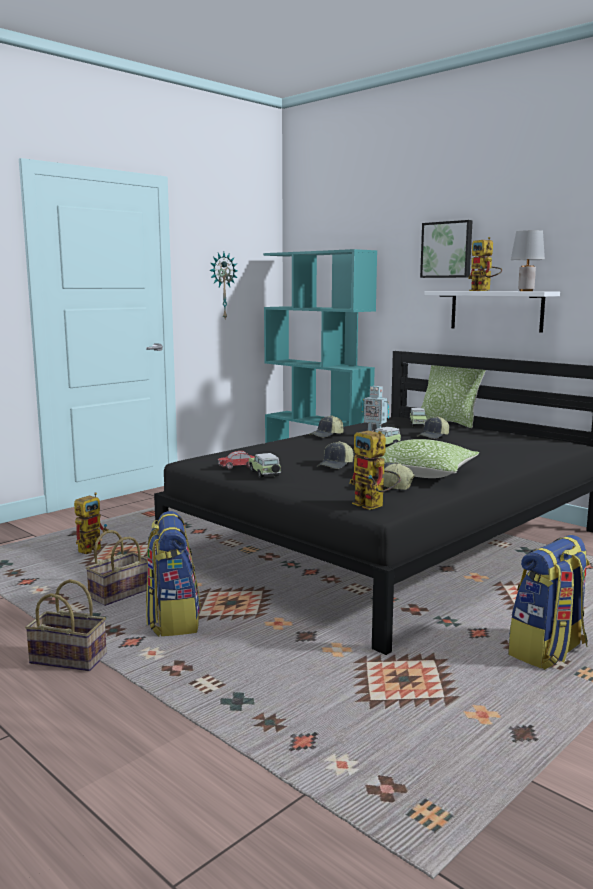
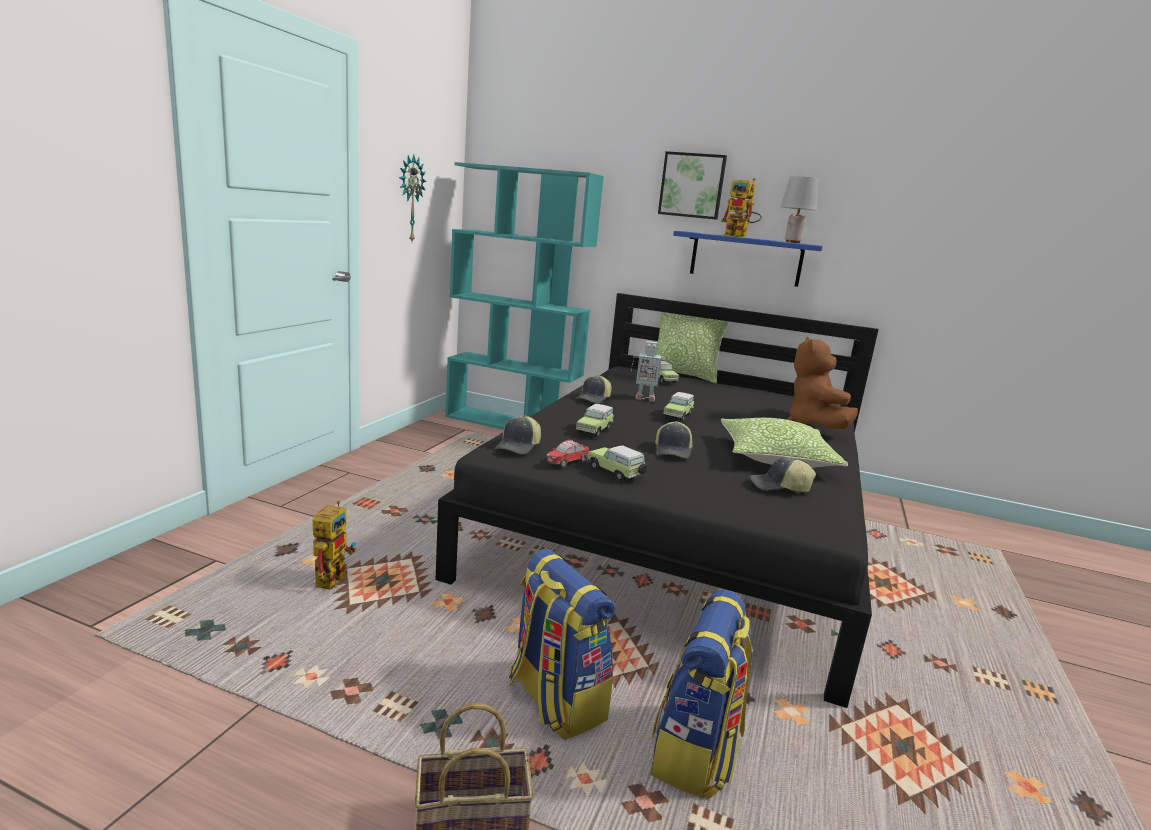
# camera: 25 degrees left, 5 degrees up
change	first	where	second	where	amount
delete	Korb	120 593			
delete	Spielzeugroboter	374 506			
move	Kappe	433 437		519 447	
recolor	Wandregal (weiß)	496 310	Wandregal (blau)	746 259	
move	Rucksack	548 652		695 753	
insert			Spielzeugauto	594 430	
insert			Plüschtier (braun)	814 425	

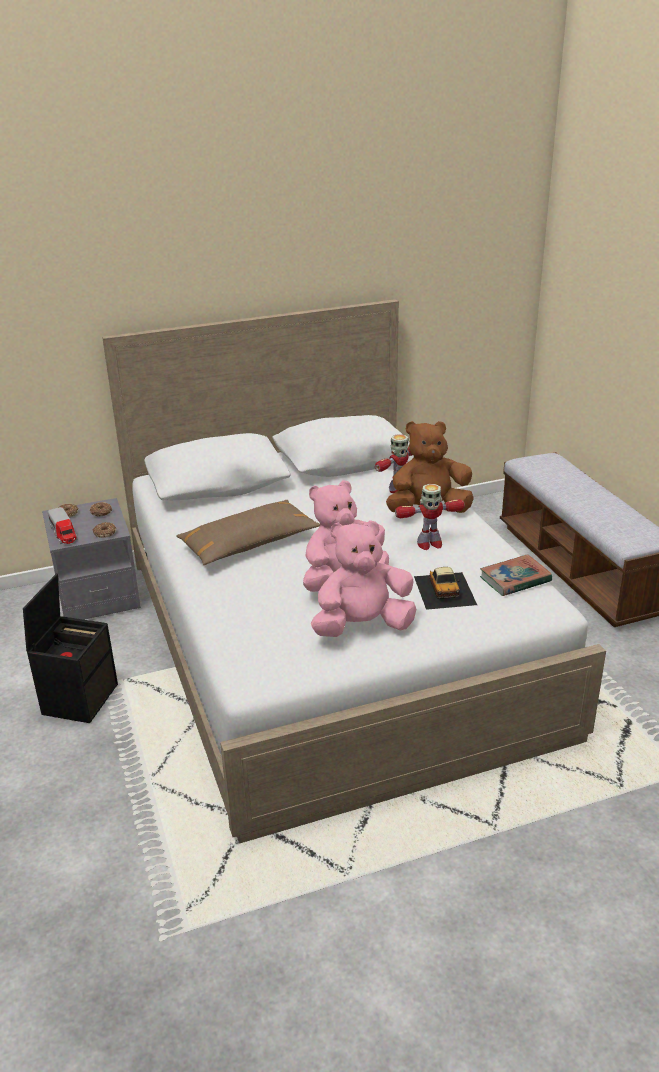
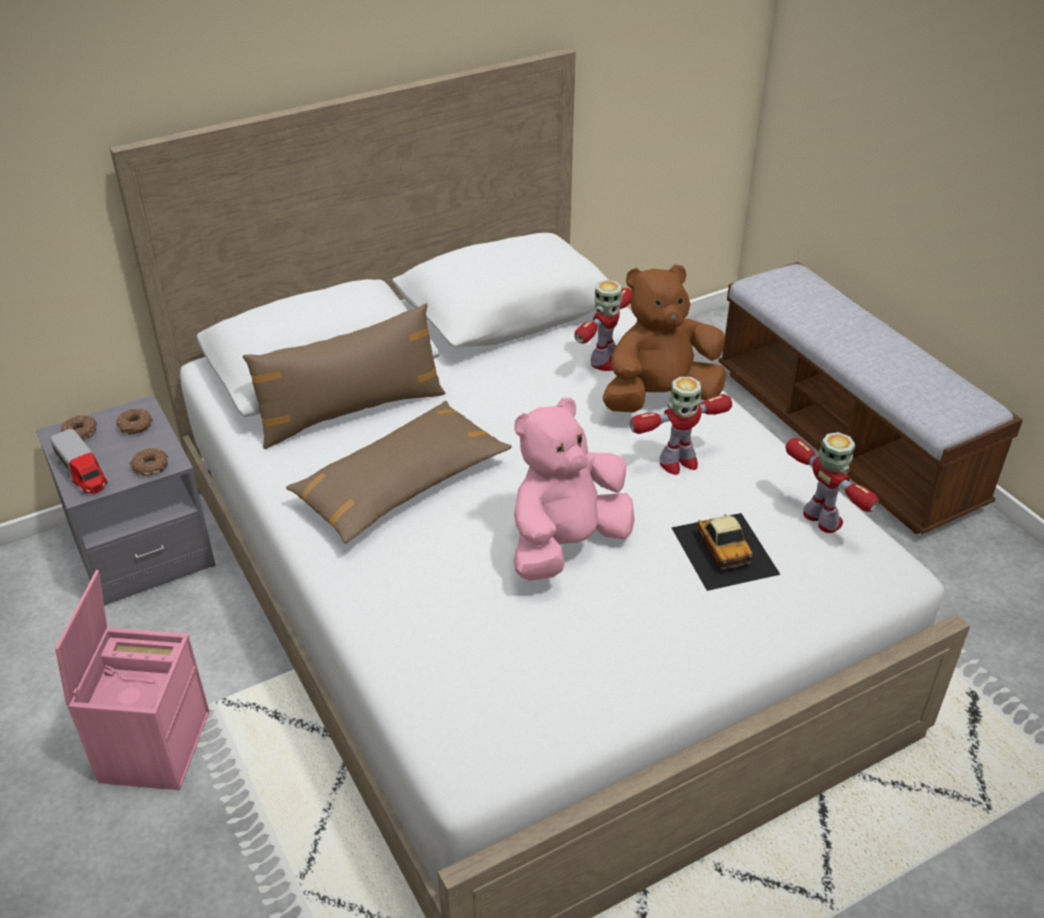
# camera: 10 degrees left, 10 degrees up
change	first	where	second	where	amount
recolor	Aufbewahrungsbox (schwarz)	80 698	Aufbewahrungsbox (rosa)	154 744	
delete	Plüschtier (rosa)	362 626			
replace	Buch	515 579	Spielzeugroboter	822 520	
insert			Kissen (braun)	351 411	

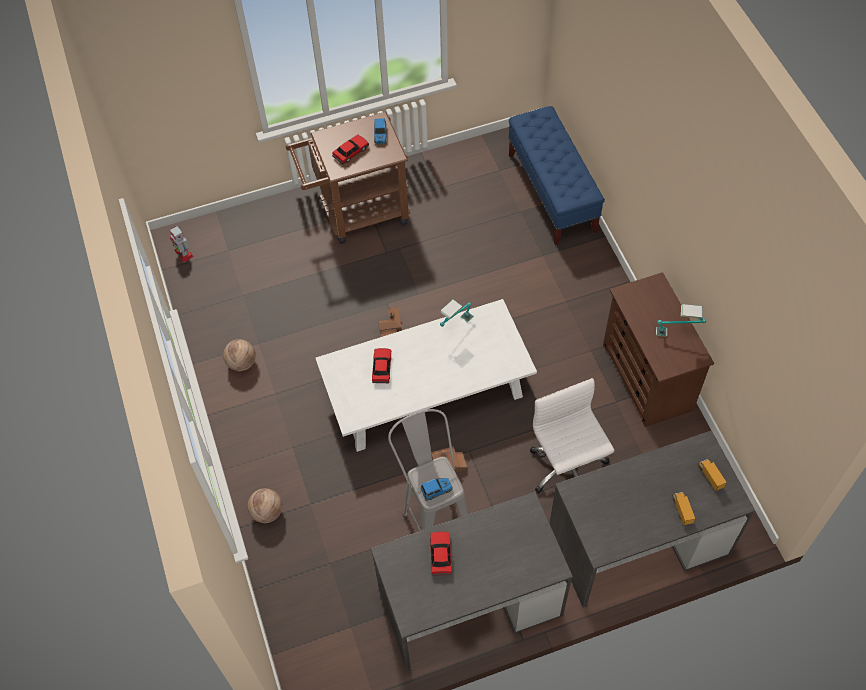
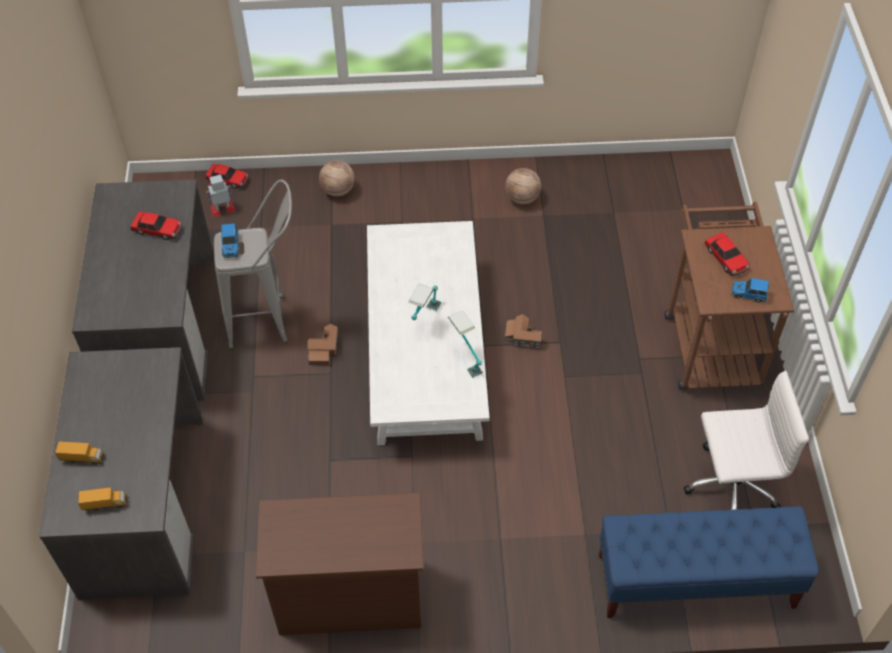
# camera: 105 degrees right, 5 degrees down
change	first	where	second	where	amount
move	Spielzeugroboter	183 253		222 209	
move	Spielzeugauto	382 367		228 179	
move	Bürostuhl (weiß)	567 468		729 487	
move	Tischlampe	677 333		425 319	

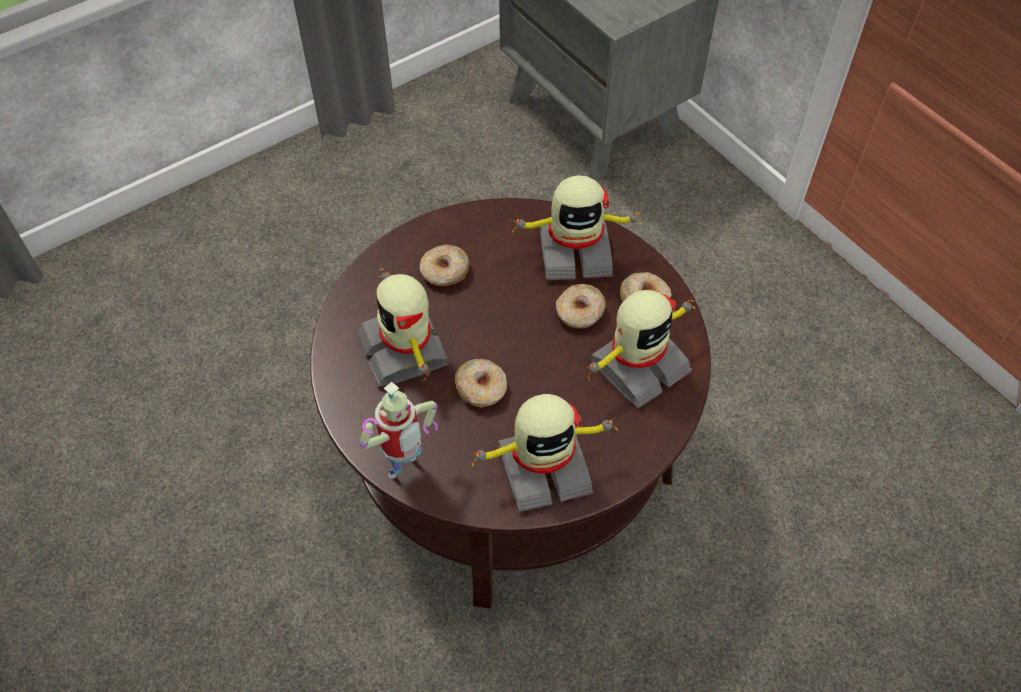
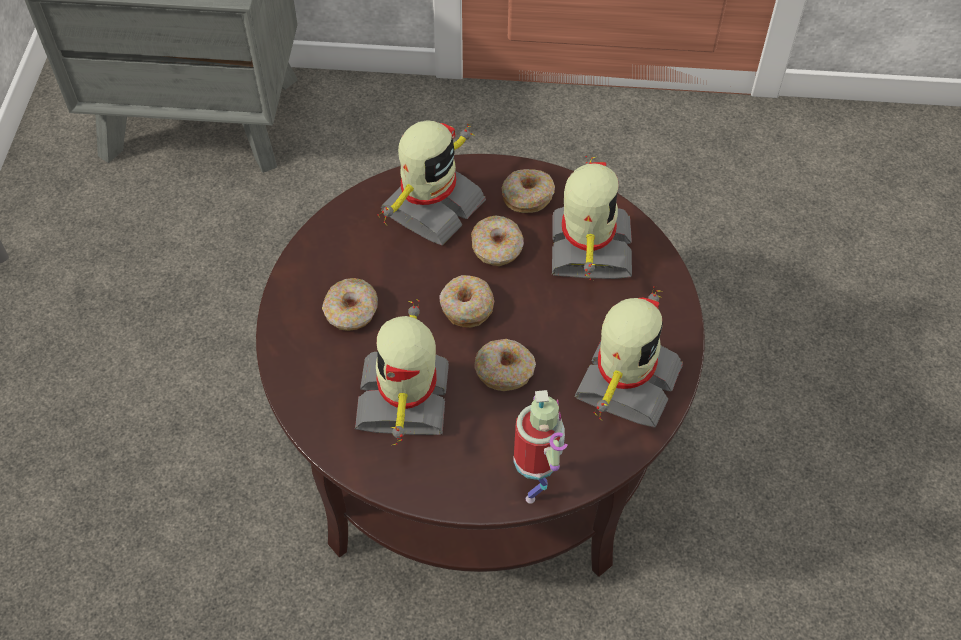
# camera: 50 degrees left, 0 degrees up
change	first	where	second	where	amount
rotate	Spielzeugroboter	405 349		406 399	75 degrees clockwise
insert			Donut	466 307	

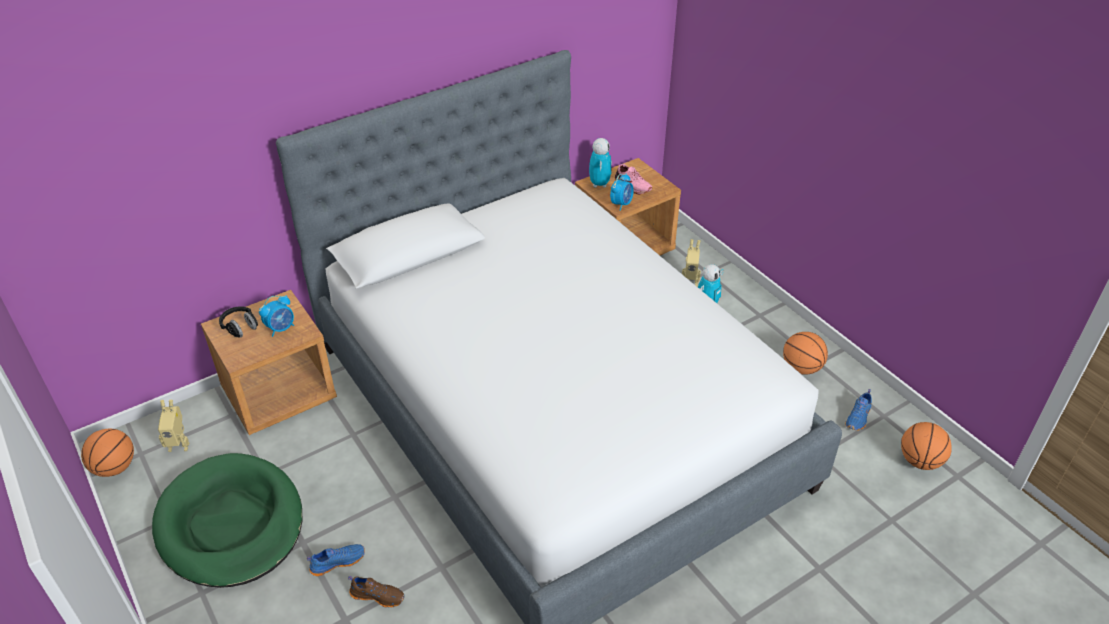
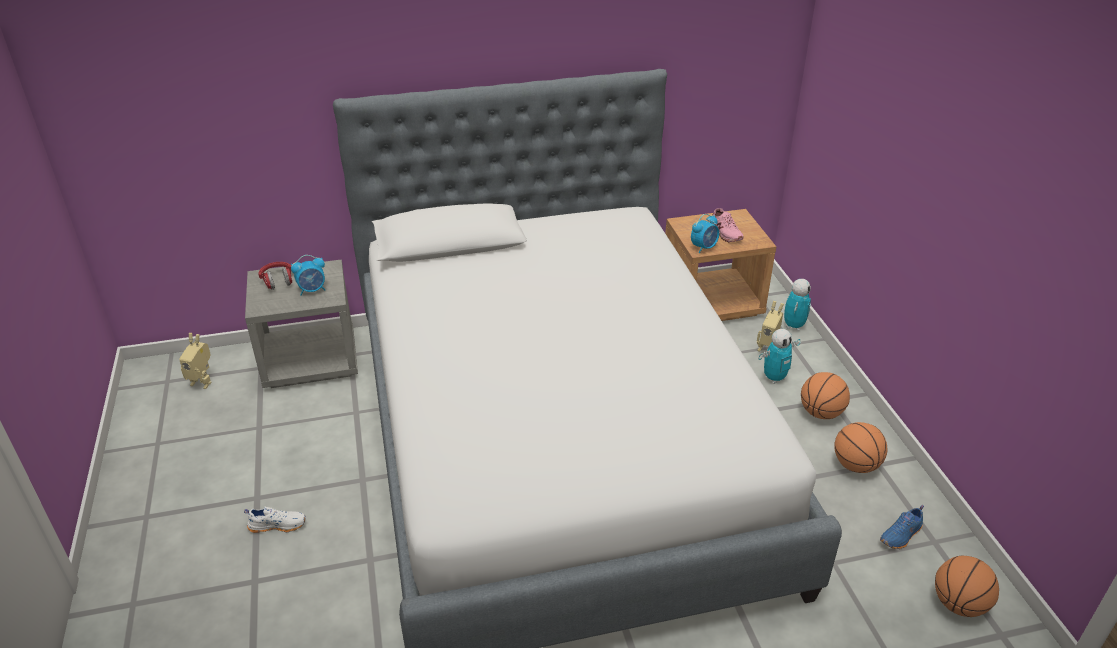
# camera: 20 degrees right, 5 degrees down
change	first	where	second	where	amount
move	Basketball	115 467		821 413	
delete	Hundebett (grün)	231 524			
recolor	Nachttisch (braun)	280 394	Nachttisch (grau)	311 360	
recolor	Kopfhörer (schwarz)	240 327	Kopfhörer (rot)	278 282	
recolor	Schuh (blau)	337 561	Schuh (weiß)	278 524	
delete	Schuh (braun)	378 595			
move	Spielzeugroboter	599 184		793 326	

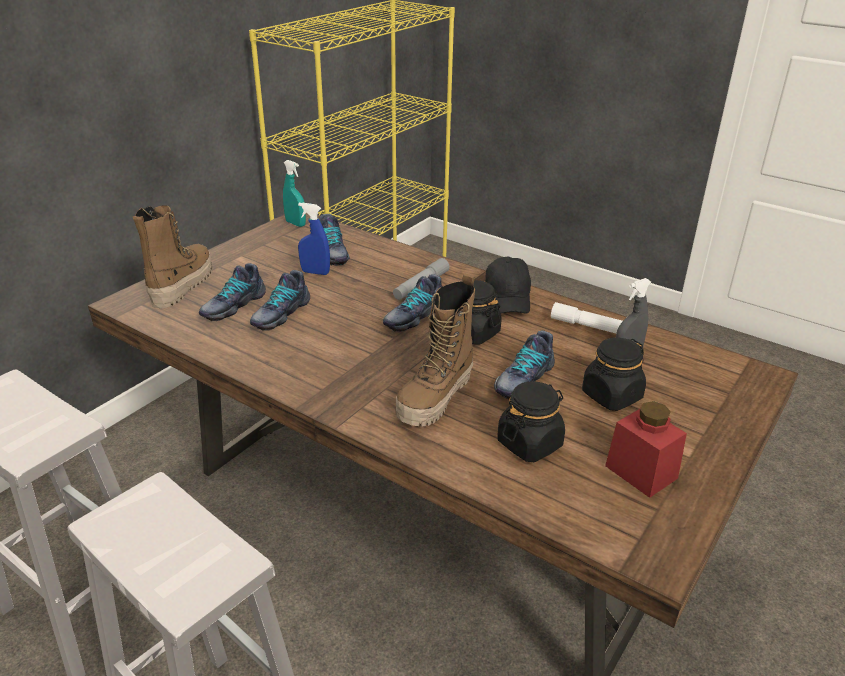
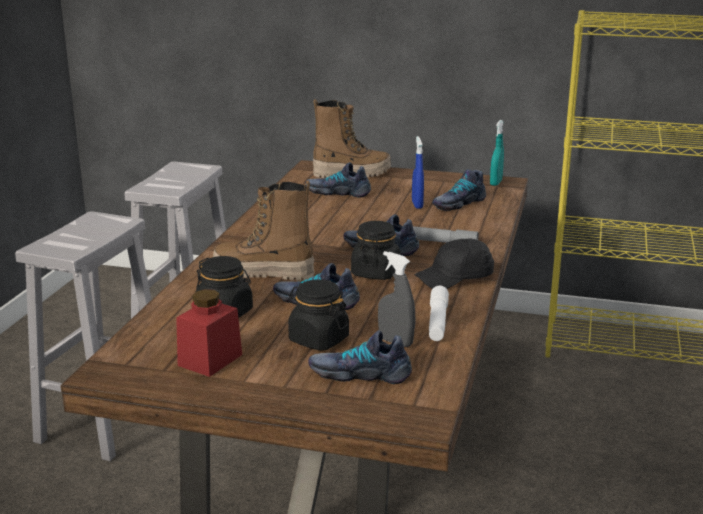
# camera: 70 degrees right, 10 degrees down
change	first	where	second	where	amount
move	Schuh	280 314		360 373	

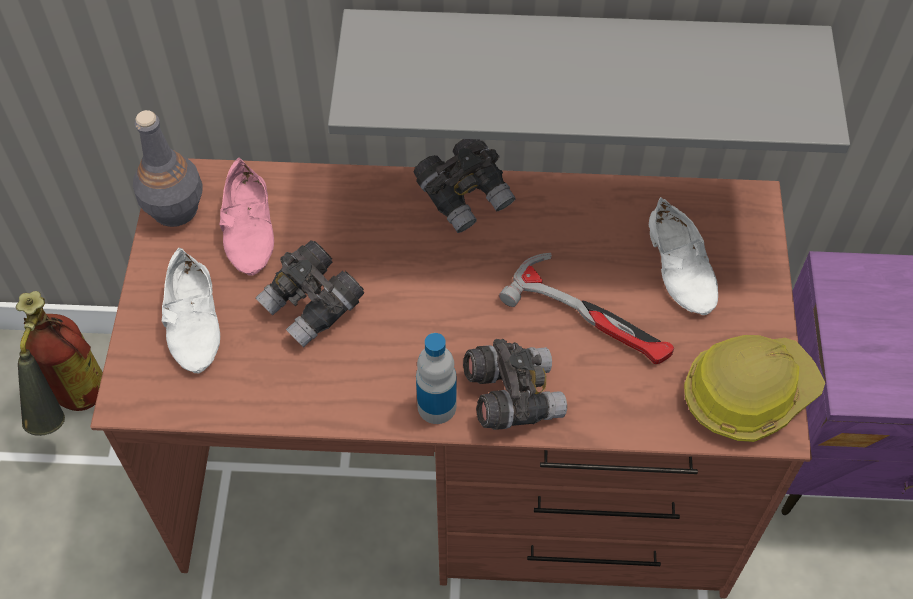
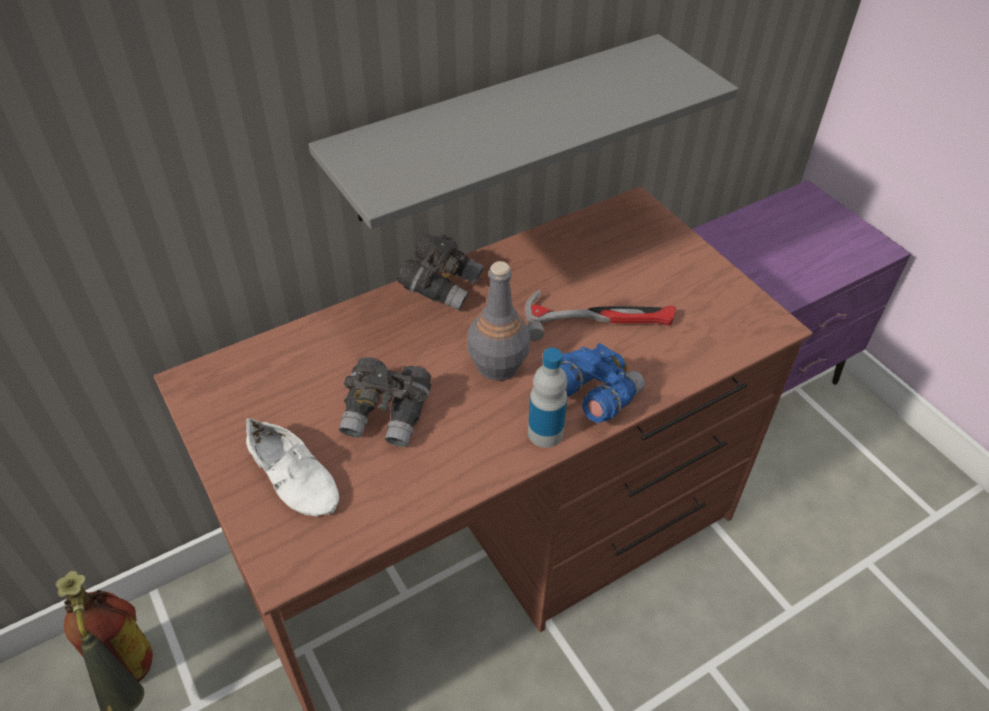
# camera: 35 degrees left, 10 degrees down
change	first	where	second	where	amount
move	Flasche (grau)	174 209		498 365	
delete	Schuh (rosa)	252 227			
recolor	Fernglas (grau)	512 396	Fernglas (blau)	592 396	
delete	Schuh (weiß)	682 266			
delete	Schutzhelm	747 393			

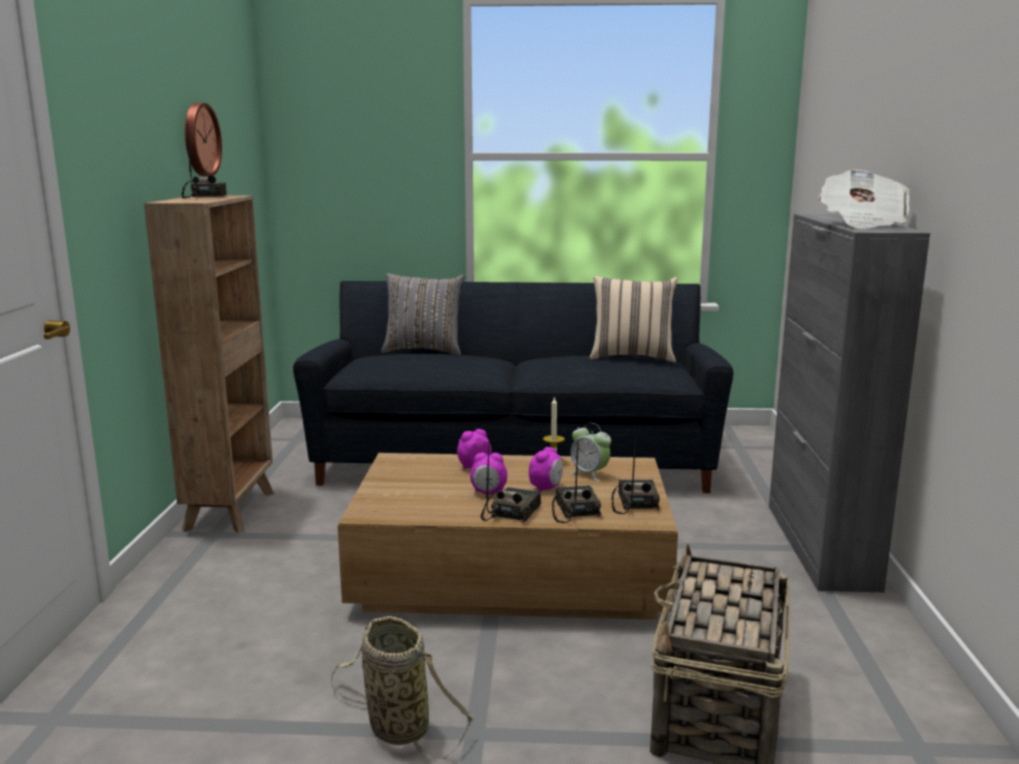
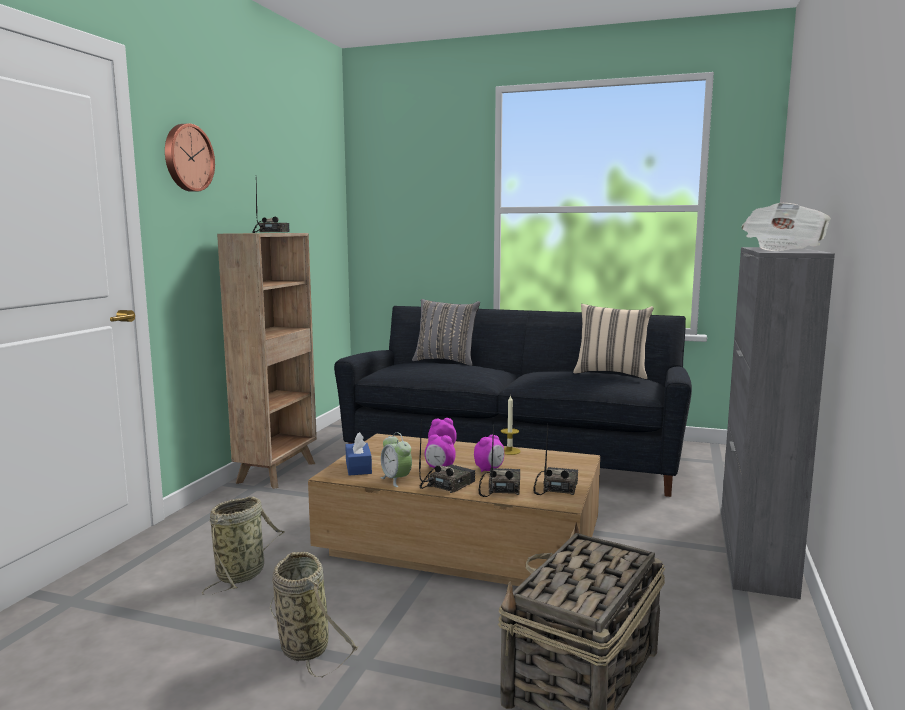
# camera: 15 degrees right, 5 degrees down
change	first	where	second	where	amount
move	Wanduhr	199 139		187 158	
move	Wecker	589 474		396 480	
insert			Korb	243 573	
insert			Taschentuchbox (blau)	358 467	

